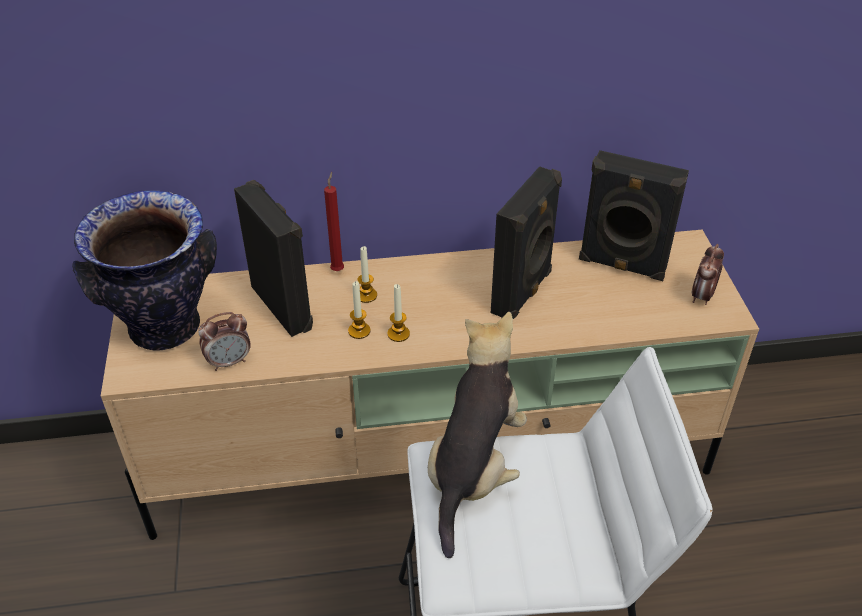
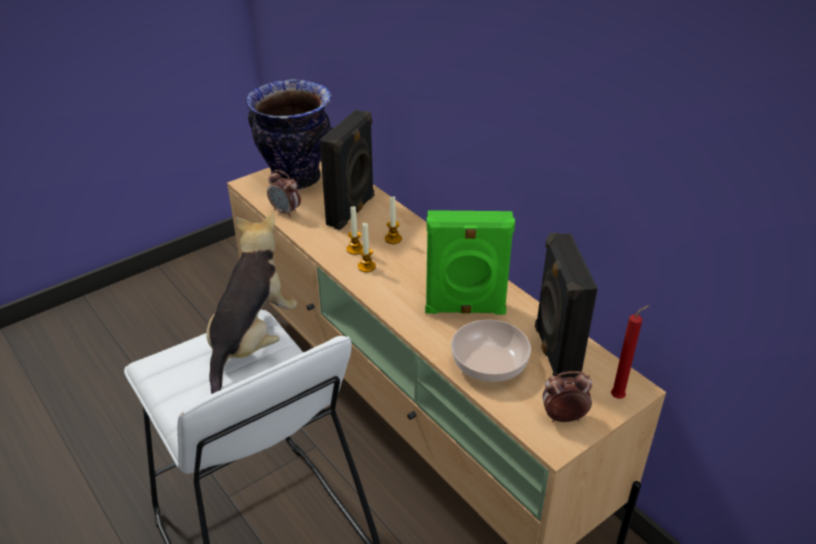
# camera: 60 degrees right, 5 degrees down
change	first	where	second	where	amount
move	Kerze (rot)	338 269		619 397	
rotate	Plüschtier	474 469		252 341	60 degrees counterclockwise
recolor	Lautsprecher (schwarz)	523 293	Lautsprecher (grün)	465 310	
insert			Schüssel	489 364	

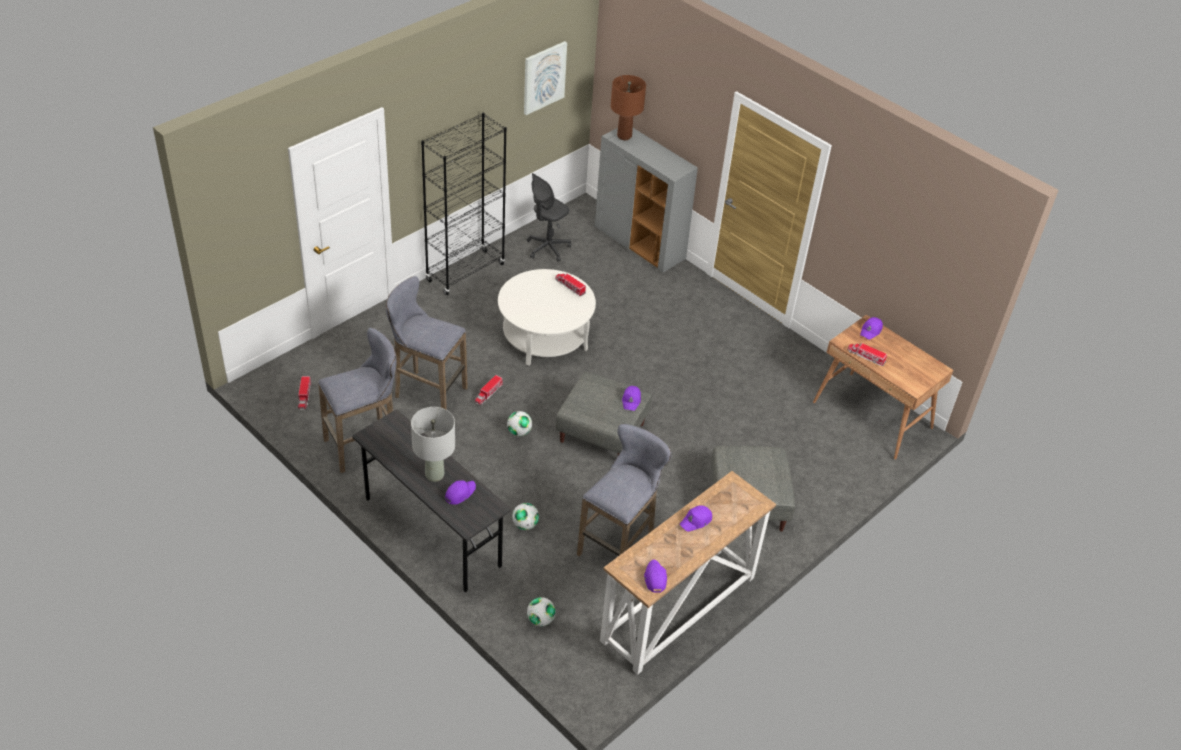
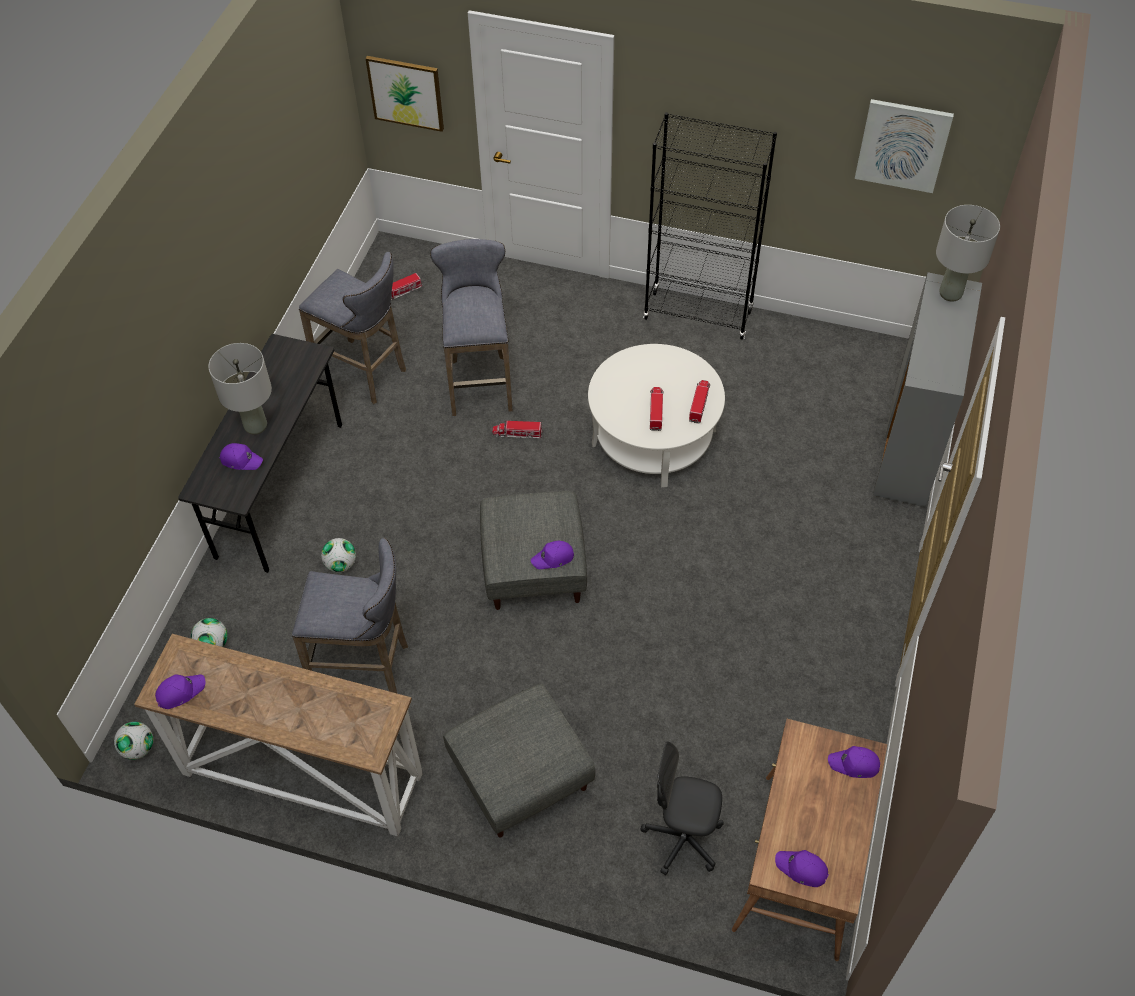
# camera: 65 degrees right, 10 degrees up
change	first	where	second	where	amount
move	Fußball	519 432		138 748	
move	Bürostuhl (grau)	547 248		682 839	
recolor	Tischlampe (braun)	624 136	Tischlampe (grau)	950 293	
move	Kappe (lila)	696 521		802 869	
move	Spielzeuglaster	866 357		656 411	
insert			Bild	406 92	

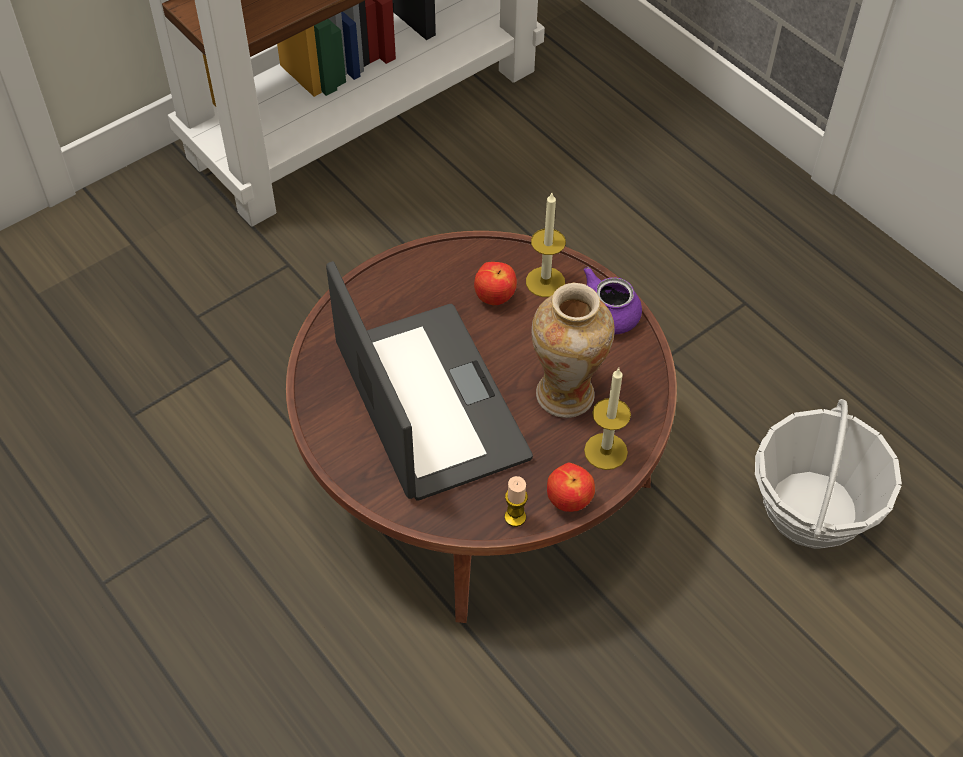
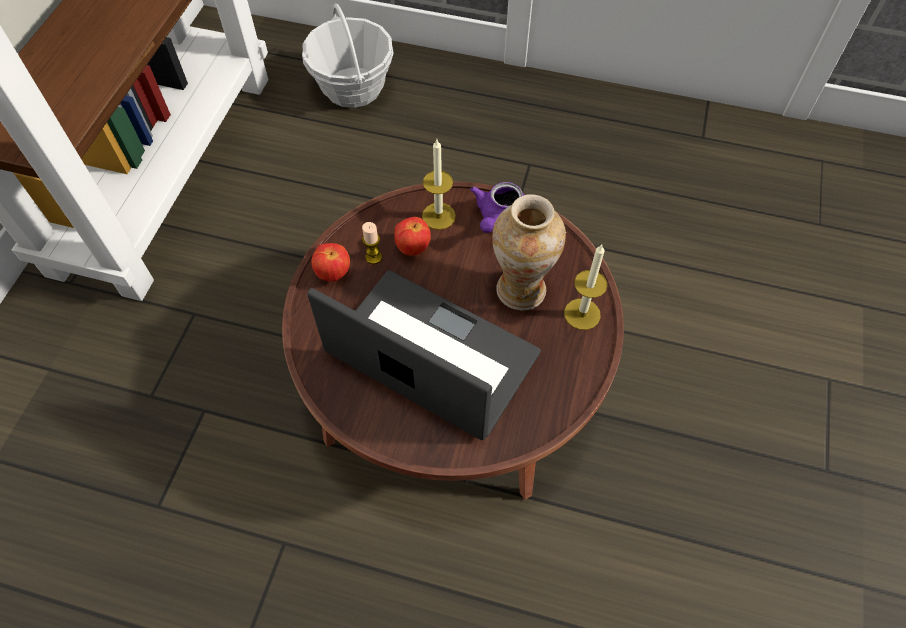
# camera: 35 degrees left, 5 degrees up
change	first	where	second	where	amount
move	Kerze	515 517		373 257	
move	Apfel	569 501		333 273	
move	Korb	812 509		353 87	

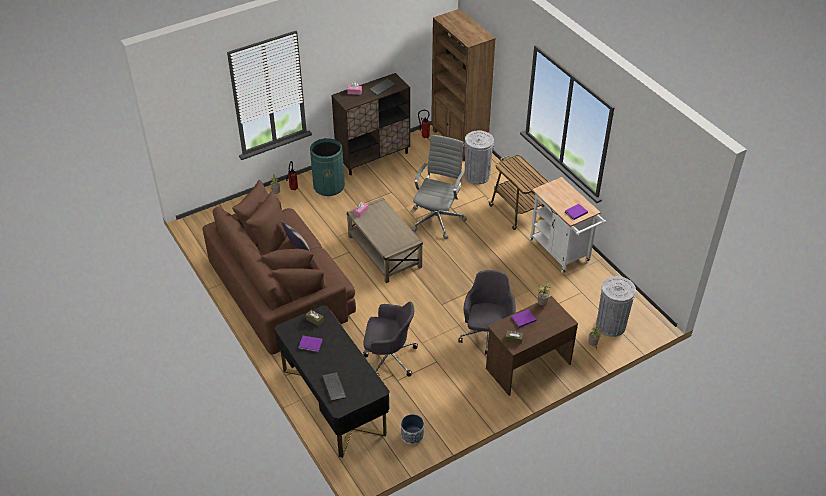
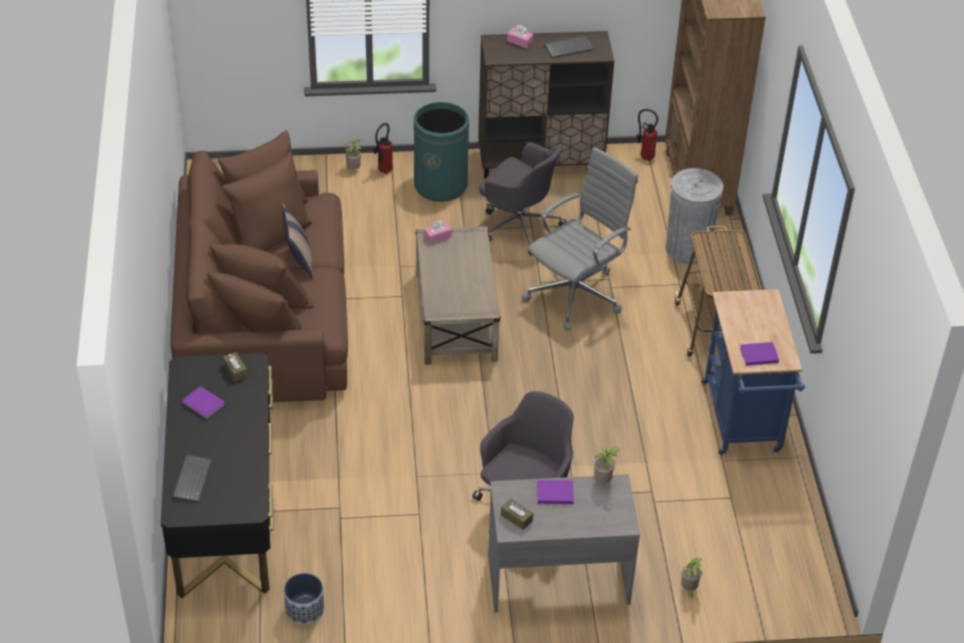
# camera: 25 degrees right, 0 degrees up
change	first	where	second	where	amount
move	Bürostuhl (grau)	389 357		519 225	
recolor	Schreibtisch (braun)	527 365	Schreibtisch (grau)	557 578	
recolor	Rollwagen (weiß)	562 253	Rollwagen (blau)	743 422	
delete	Mülleimer (grau)	611 325			

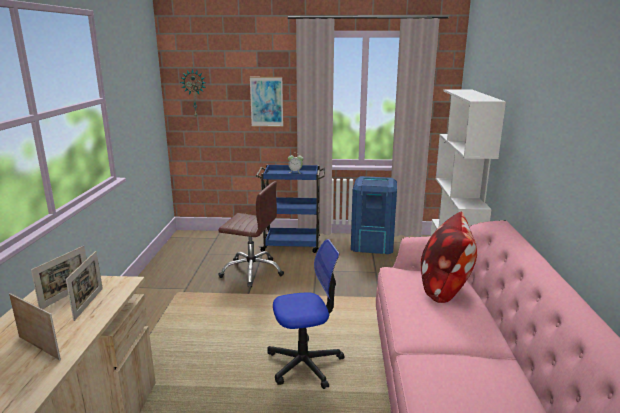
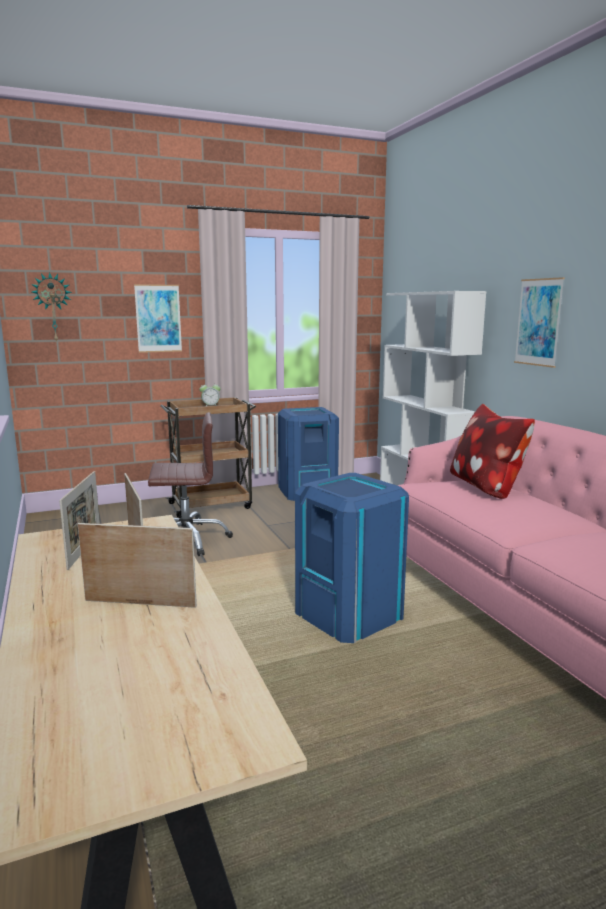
# camera: 25 degrees left, 5 degrees down
change	first	where	second	where	amount
recolor	Rollwagen (blau)	292 245	Rollwagen (braun)	212 505	
replace	Bürostuhl	305 364	Mülleimer (blau)	349 614	
insert			Bild	538 322	

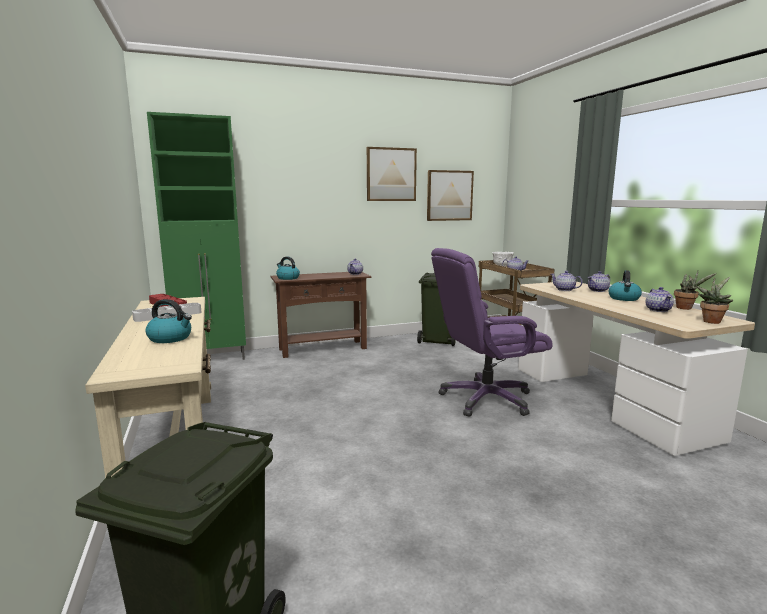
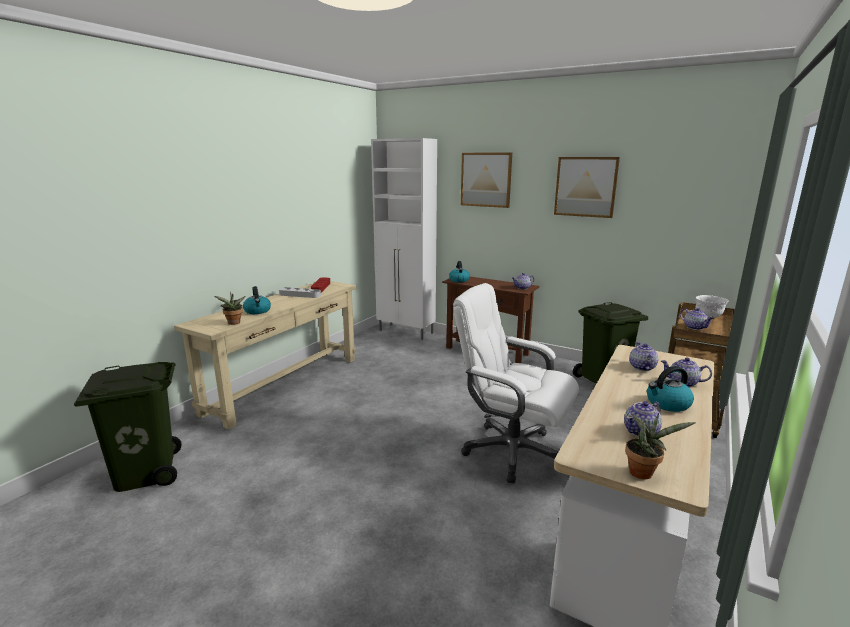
# camera: 50 degrees right, 5 degrees up
change	first	where	second	where	amount
recolor	Schrank (grün)	212 359	Schrank (weiß)	406 332	
move	Bild	449 195		486 179	
recolor	Bürostuhl (lila)	485 399	Bürostuhl (weiß)	511 451	
move	Topfpflanze	686 308		233 323	

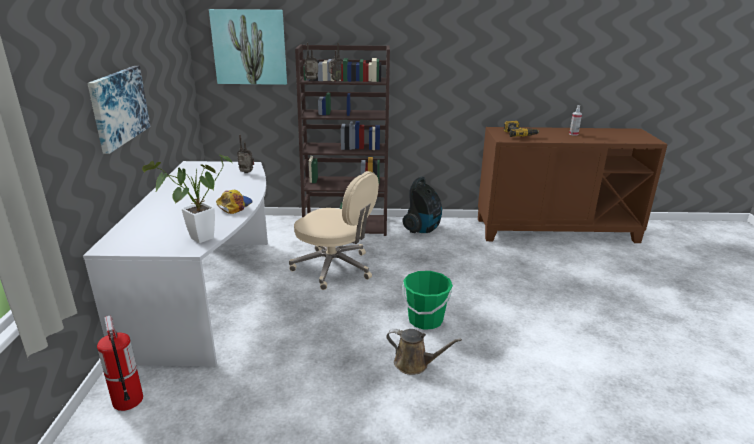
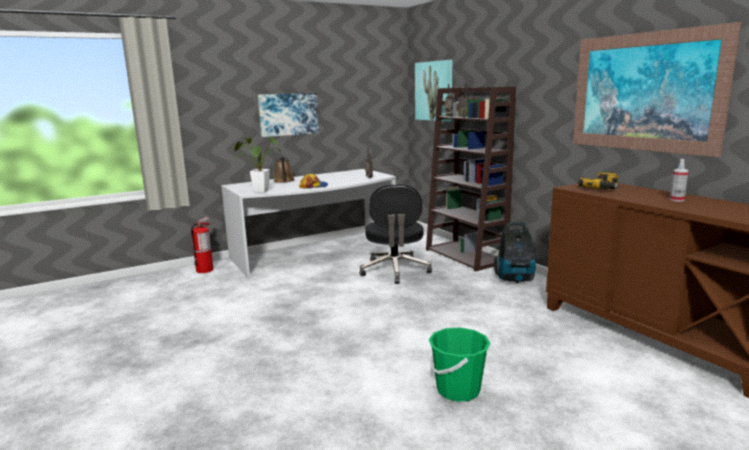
# camera: 60 degrees right, 10 degrees down
change	first	where	second	where	amount
recolor	Bürostuhl (beige)	335 268	Bürostuhl (schwarz)	395 271	
move	Gießkanne (braun)	414 364		284 181	
move	Eimer (grün)	425 320		458 390	
insert			Bild	644 92	

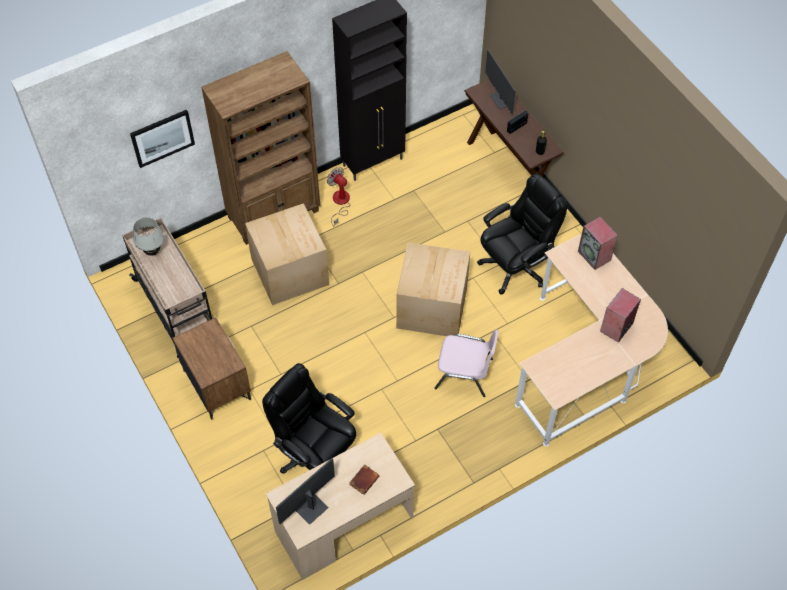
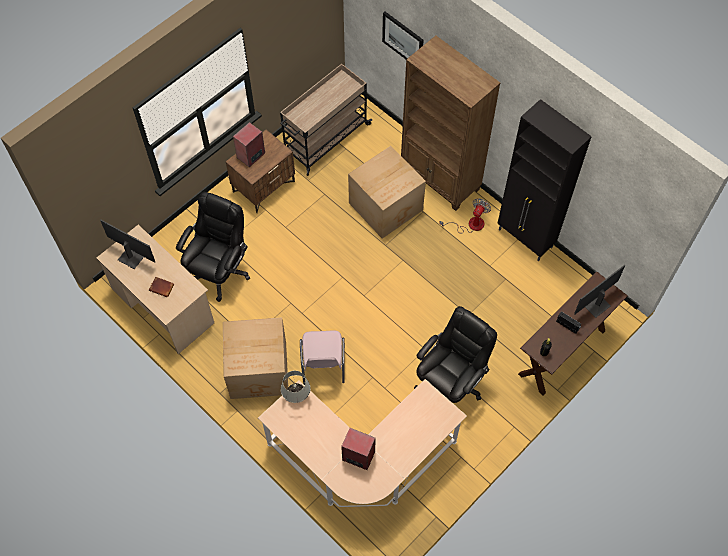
# camera: 75 degrees right, 5 degrees up
change	first	where	second	where	amount
move	Tischlampe (weiß)	152 252		296 397	
move	Karton	433 306		259 371	
rotate	Bürostuhl (schwarz)	516 265		450 382	90 degrees counterclockwise
move	Lautsprecher	595 256		251 156	

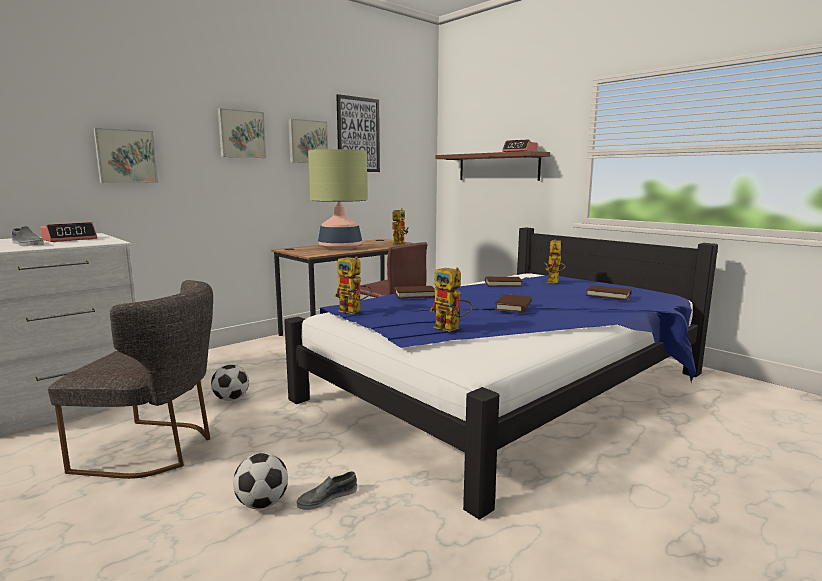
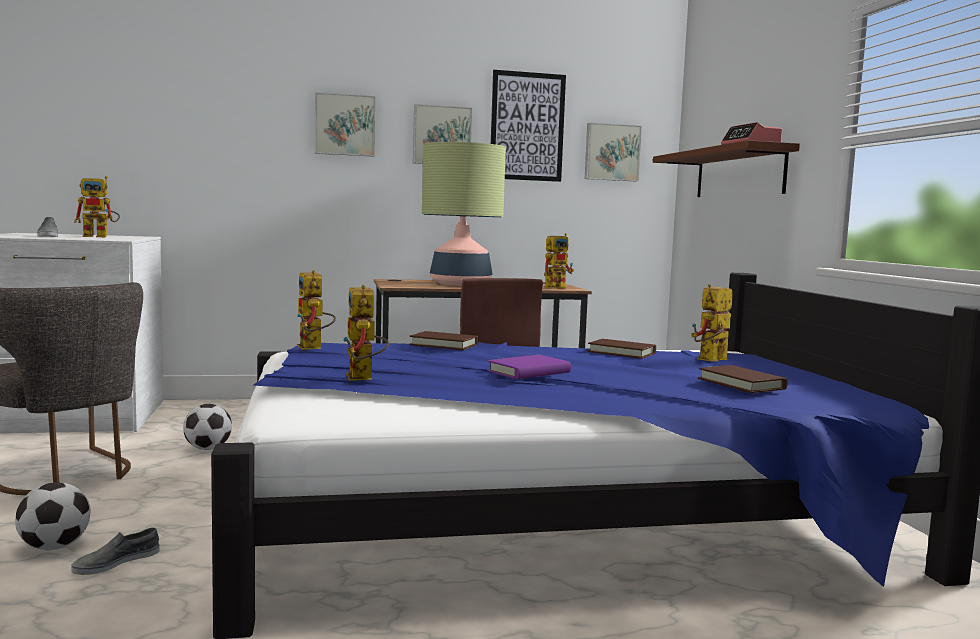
# camera: 30 degrees right, 5 degrees down
change	first	where	second	where	amount
replace	Wecker	70 239	Spielzeugroboter	101 236	
move	Bild	126 156		611 152	
rotate	Schuh (grau)	327 497		116 562	45 degrees counterclockwise
recolor	Buch (braun)	513 306	Buch (lila)	529 372	

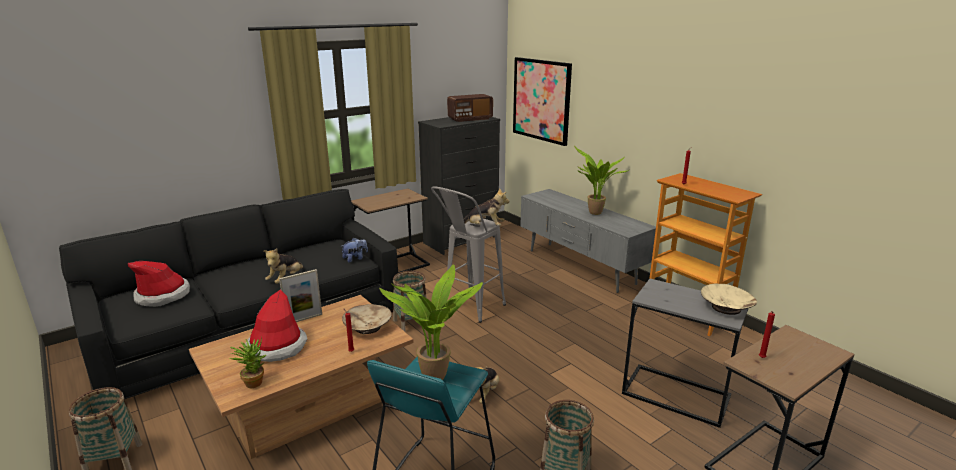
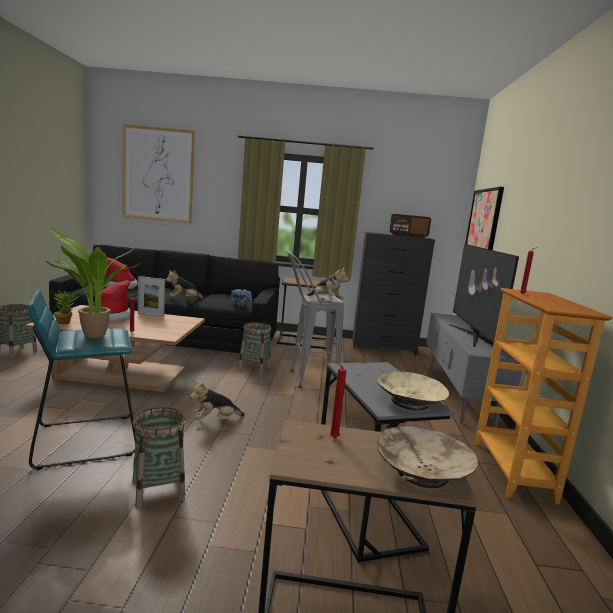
# camera: 40 degrees right, 10 degrees down
change	first	where	second	where	amount
move	Schüssel (beige)	367 327		422 472	
replace	Topfpflanze	594 214	Fernseher	473 336	
insert			Bild	158 174	

